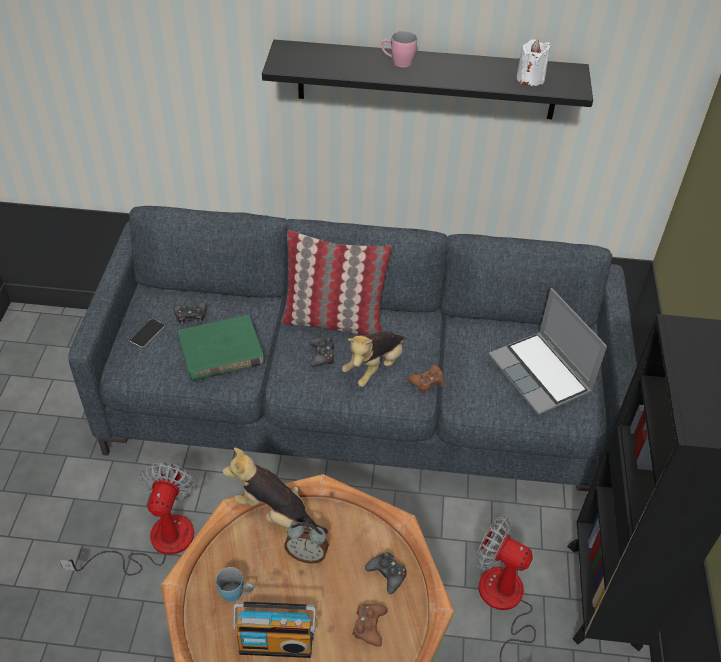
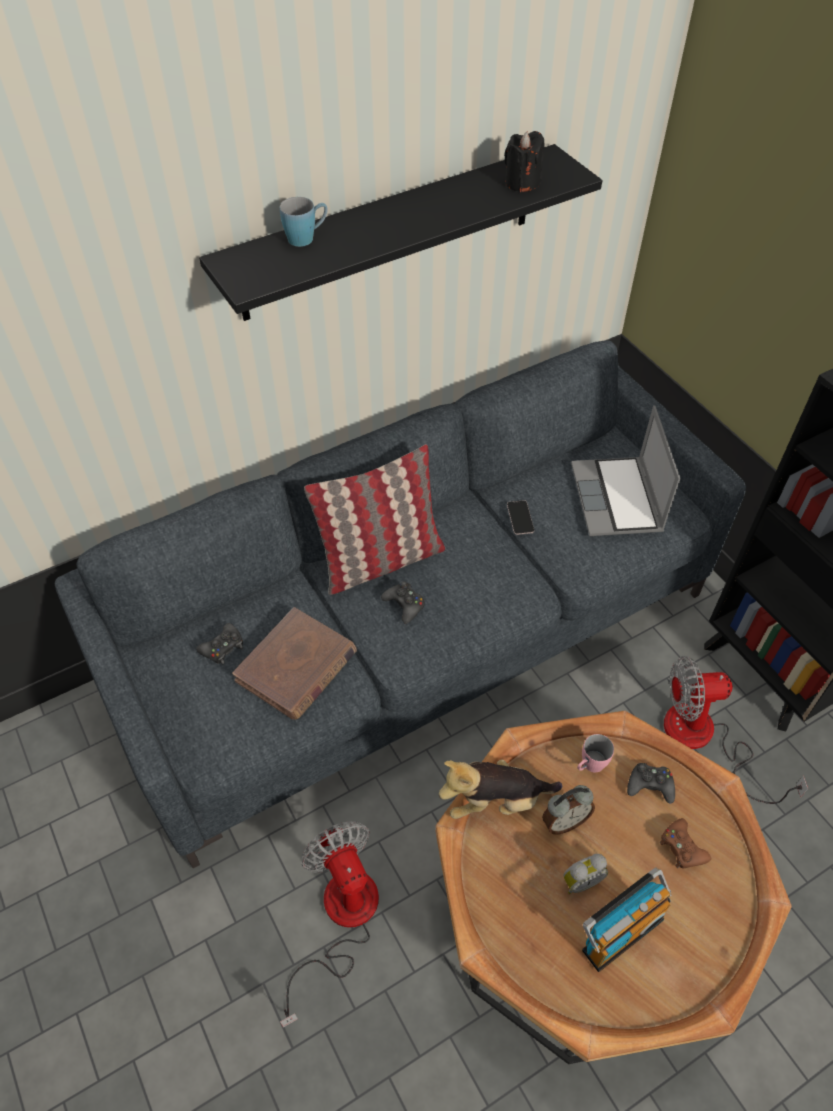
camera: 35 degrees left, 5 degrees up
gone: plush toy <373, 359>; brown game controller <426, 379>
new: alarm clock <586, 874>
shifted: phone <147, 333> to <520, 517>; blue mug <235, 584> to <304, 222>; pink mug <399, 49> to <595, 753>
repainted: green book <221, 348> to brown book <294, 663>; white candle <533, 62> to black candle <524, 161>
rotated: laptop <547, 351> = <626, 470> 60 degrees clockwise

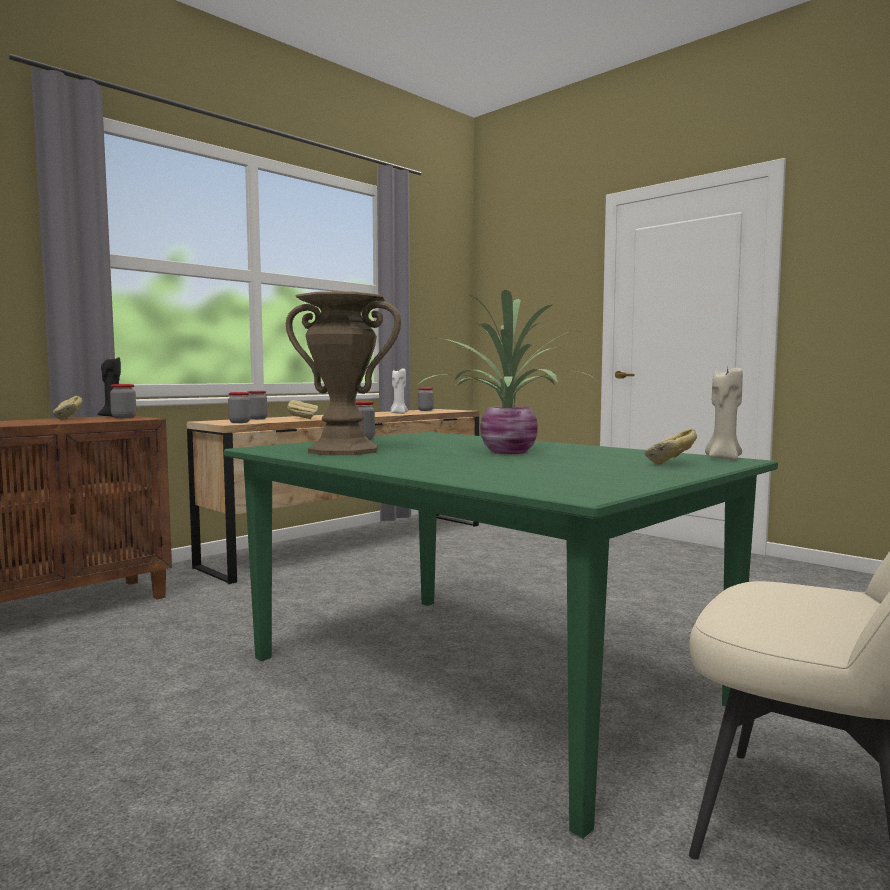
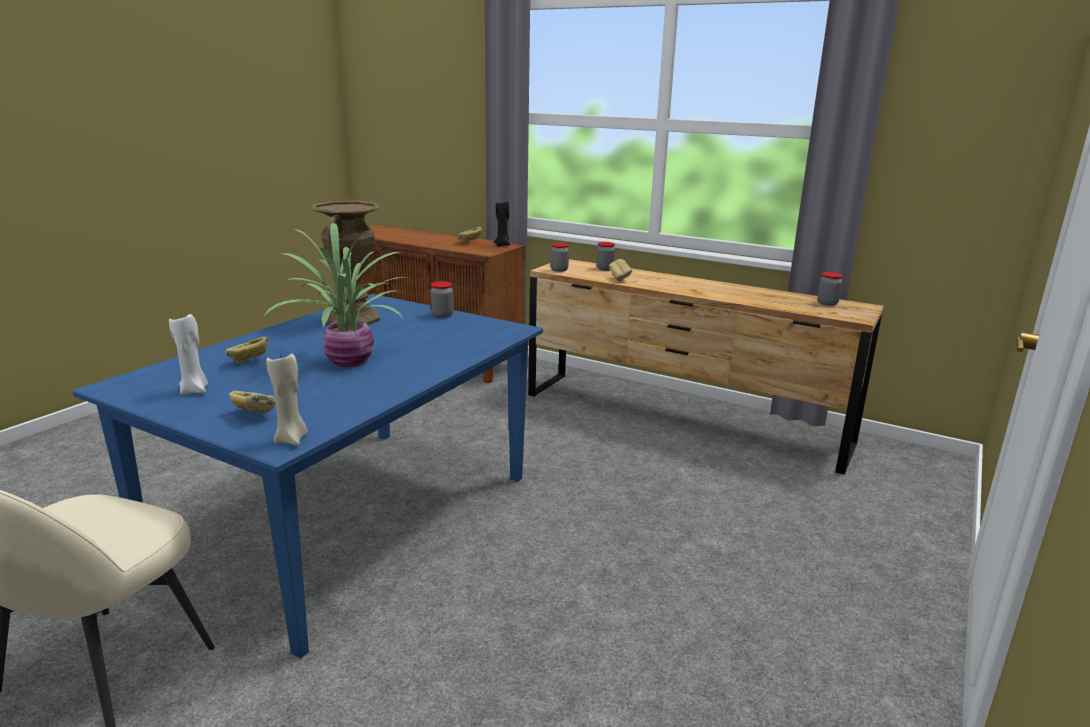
camera: 75 degrees right, 15 degrees up
gone: jar <123, 401>
new: bread <247, 350>
shifted: white candle <399, 391> to <188, 354>
repainted: green dining table <501, 635> to blue dining table <308, 476>

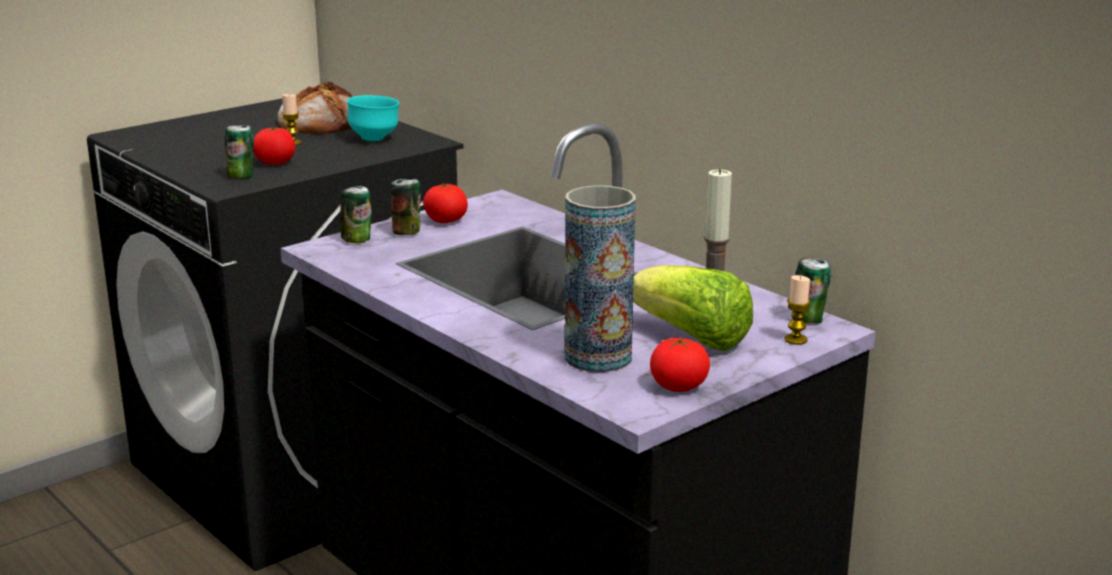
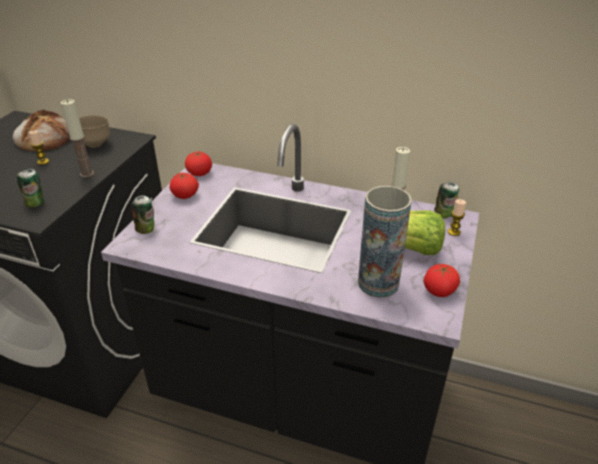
camera: 30 degrees left, 15 degrees up
gone: can <406, 207>
new: candle <77, 138>
shifted: tomato <274, 146> to <198, 164>
repainted: turquoise bowl <373, 118> to brown bowl <94, 131>

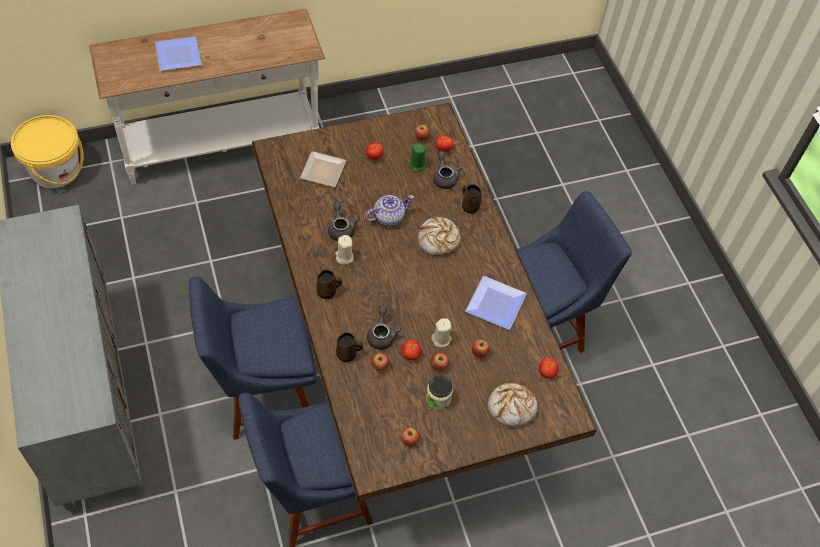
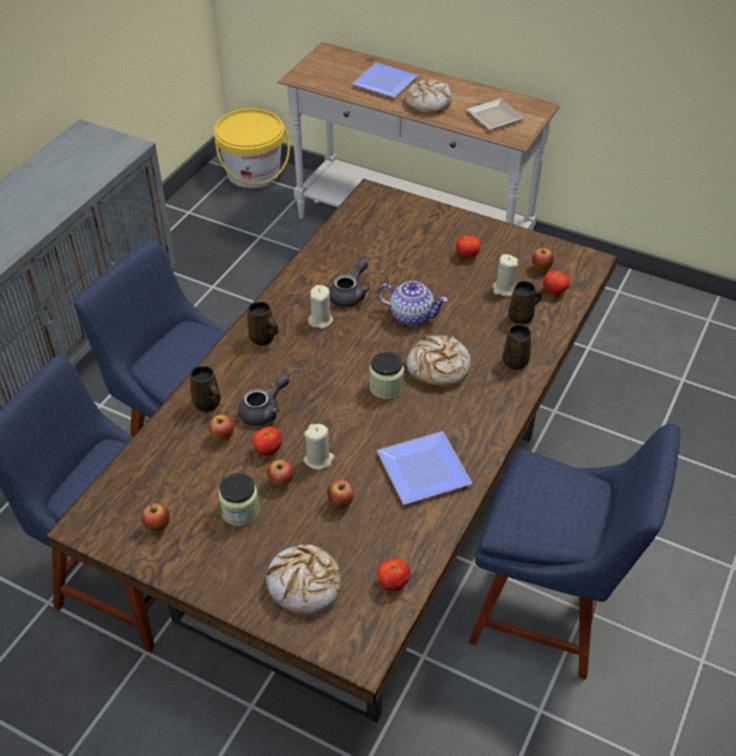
camera: 50 degrees right, 10 degrees down
new: jar <386, 375>; bread <428, 96>
shifted: plate <323, 169> to <495, 114>
swapped: grey teapot <448, 170> to brown mug <525, 302>
repainted: green candle <418, 157> to beige candle <505, 275>

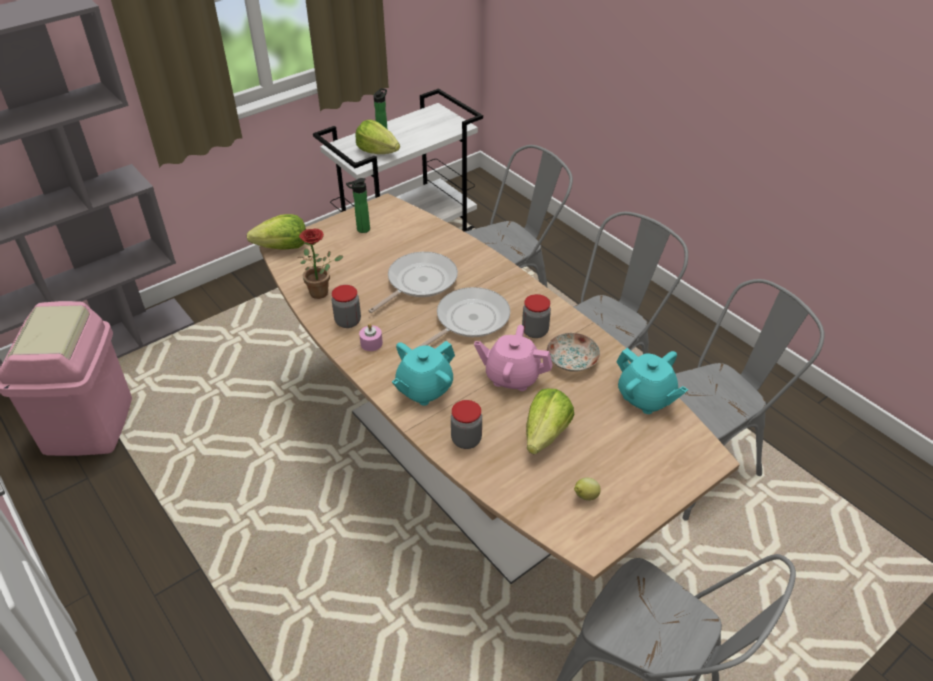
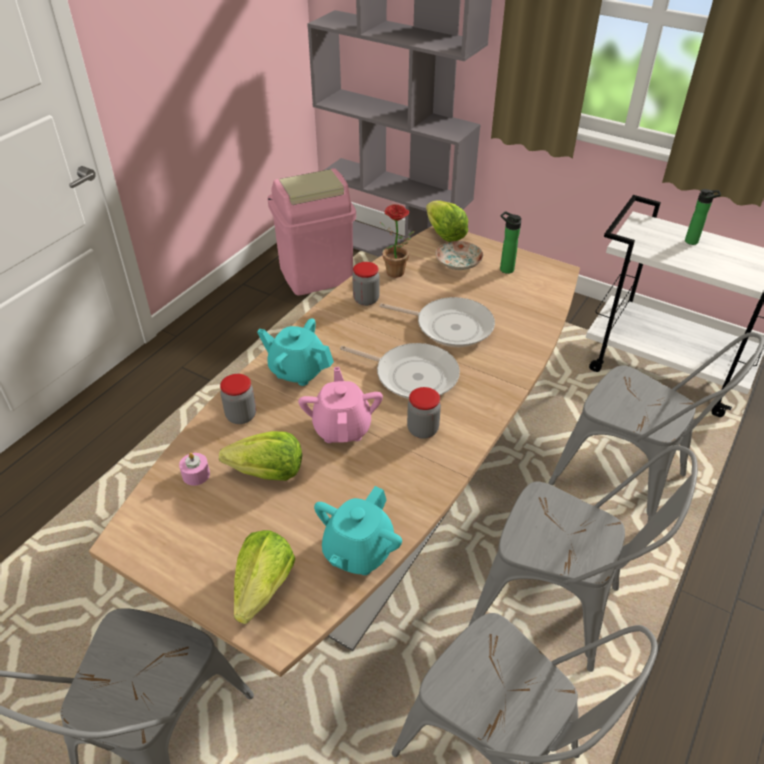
camera: 70 degrees right, 0 degrees up
gone: lemon <587, 489>
shifted: lettuce <377, 137> to <264, 577>; pink candle <371, 337> to <194, 469>; plate <573, 352> to <459, 255>

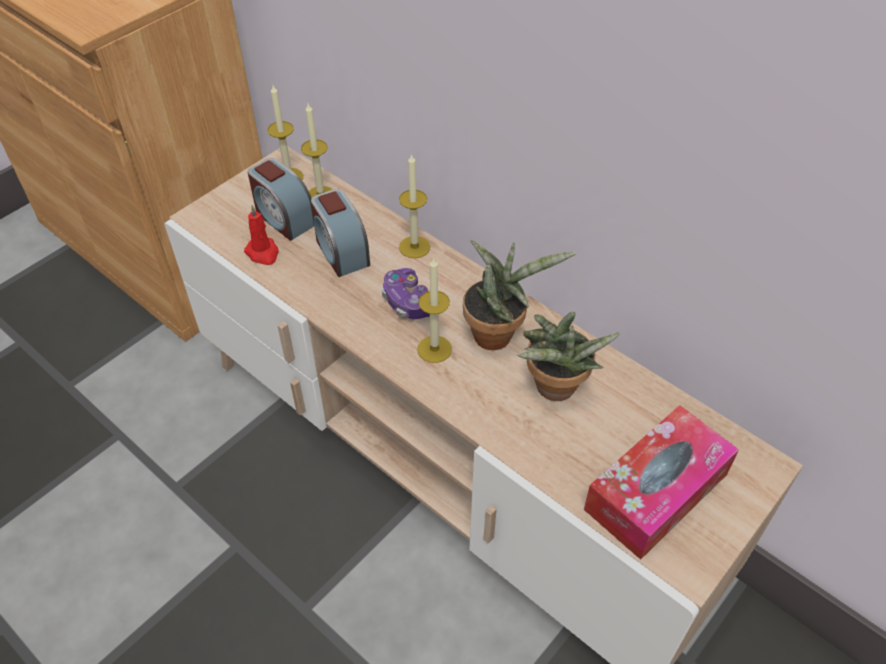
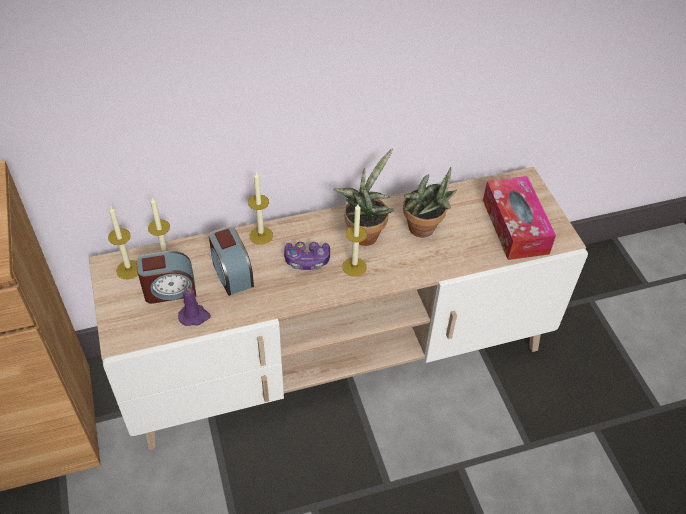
camera: 60 degrees left, 0 degrees up
repainted: red candle <261, 235> to purple candle <194, 305>
rotated: alarm clock <340, 233> = <231, 261> 60 degrees clockwise

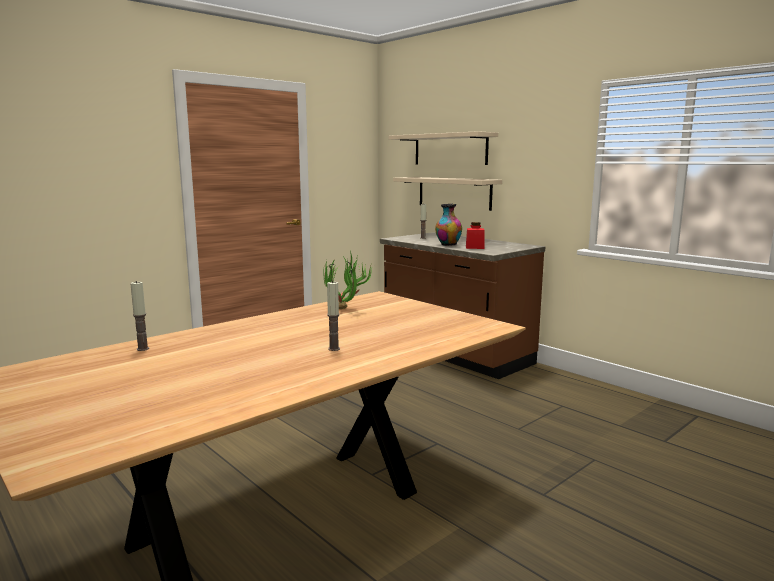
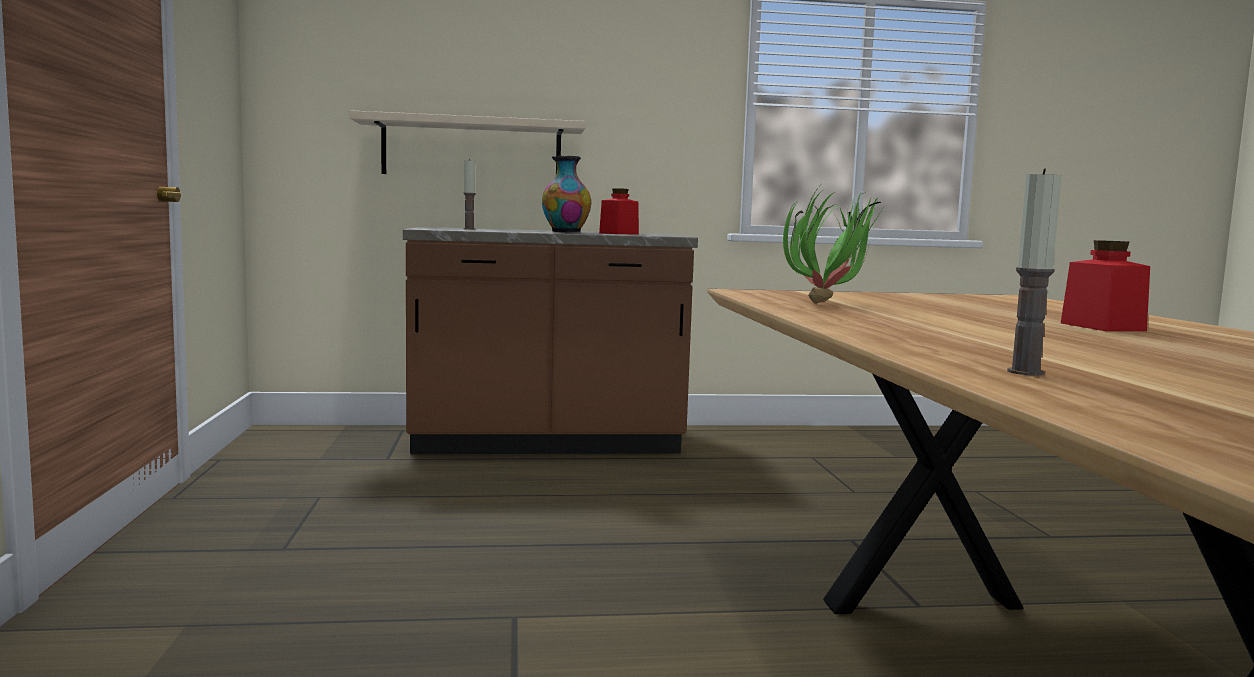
camera: 55 degrees left, 5 degrees down
gone: beige shelf <443, 148>
swapped: candle <333, 316> to red jar <1105, 285>

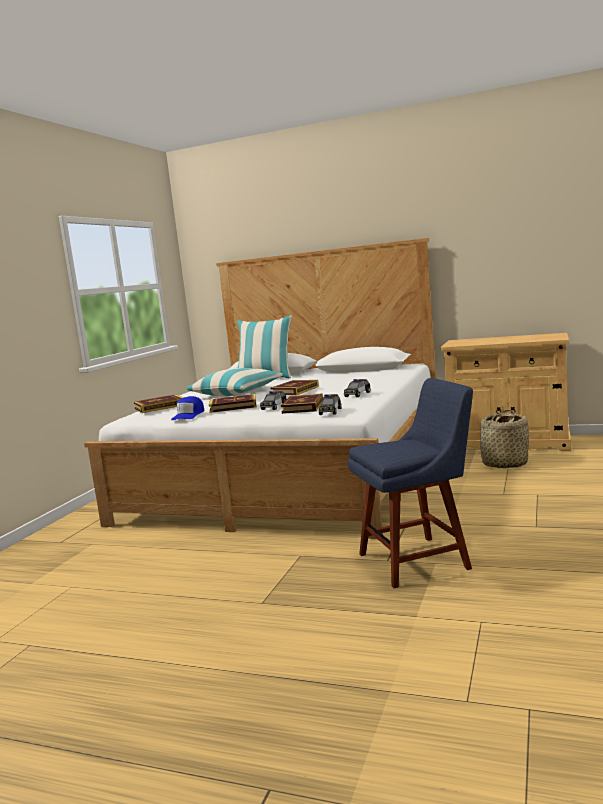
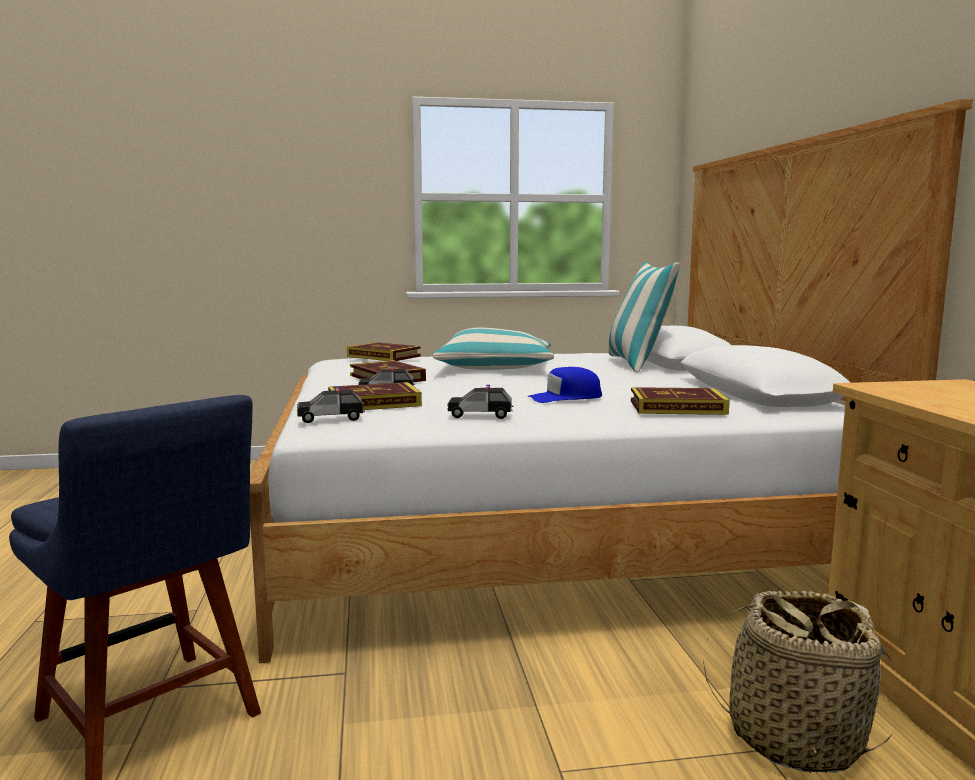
camera: 60 degrees right, 0 degrees up
shifted: blue cap <188, 408> to <565, 385>; book <295, 387> to <680, 401>

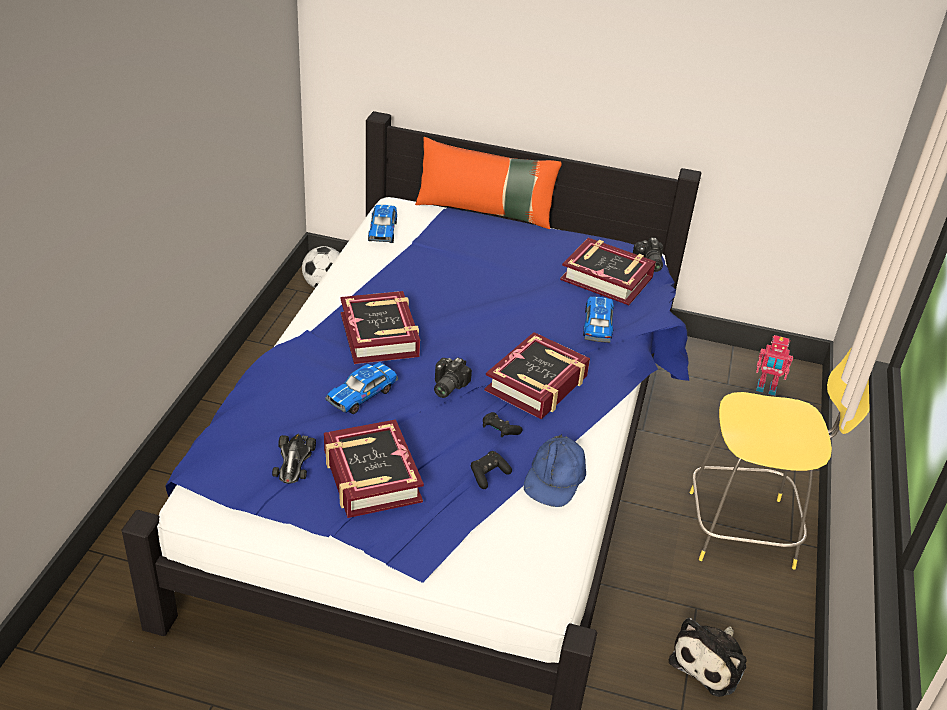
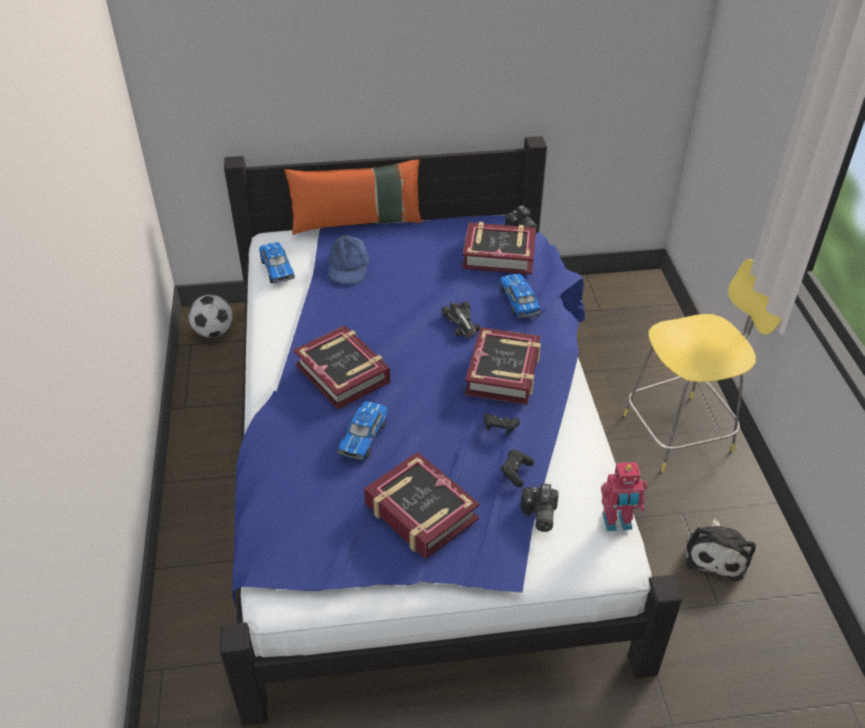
camera: 20 degrees left, 5 degrees up
shifted: toy car <294, 459> to <461, 319>; photo camera <453, 377> to <539, 508>; blue cap <555, 470> to <348, 259>; toy robot <774, 365> to <624, 496>

